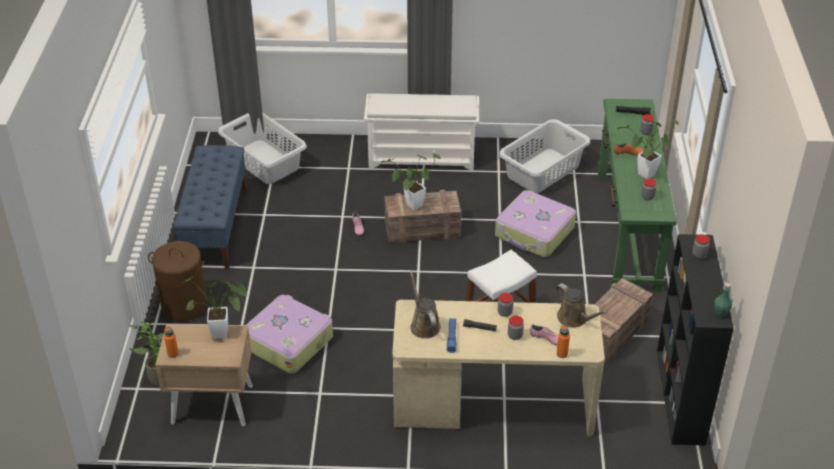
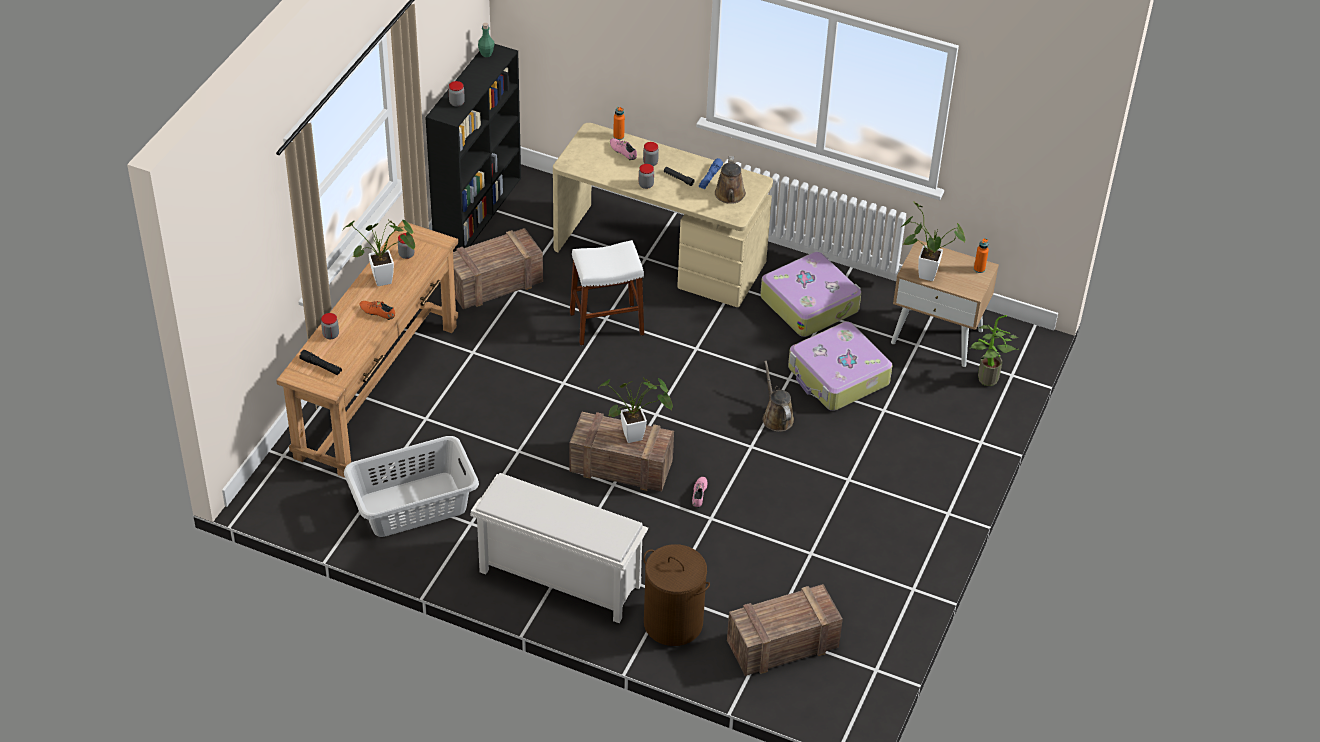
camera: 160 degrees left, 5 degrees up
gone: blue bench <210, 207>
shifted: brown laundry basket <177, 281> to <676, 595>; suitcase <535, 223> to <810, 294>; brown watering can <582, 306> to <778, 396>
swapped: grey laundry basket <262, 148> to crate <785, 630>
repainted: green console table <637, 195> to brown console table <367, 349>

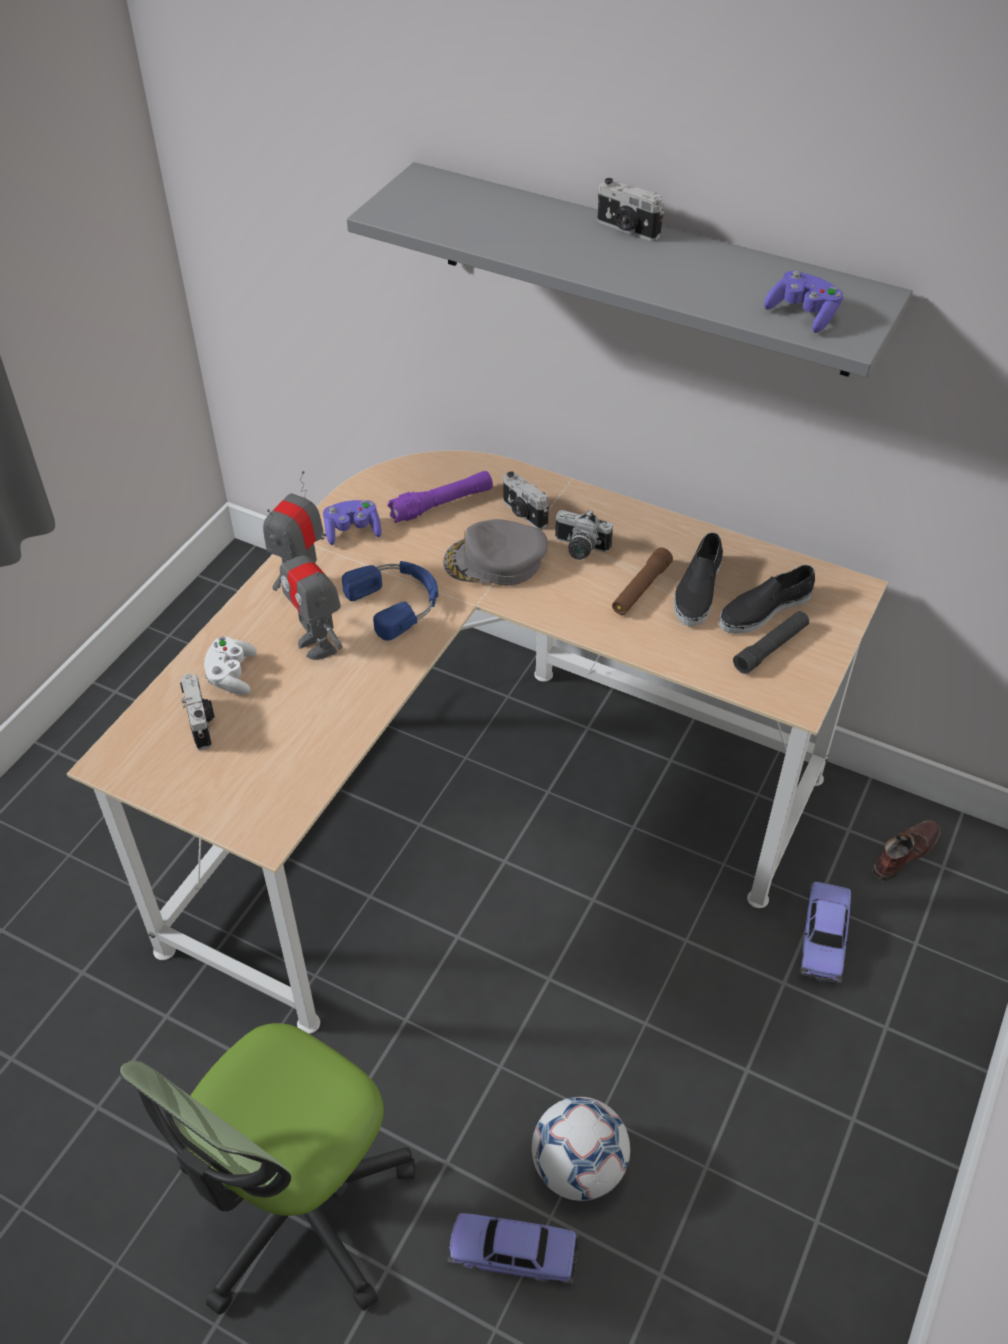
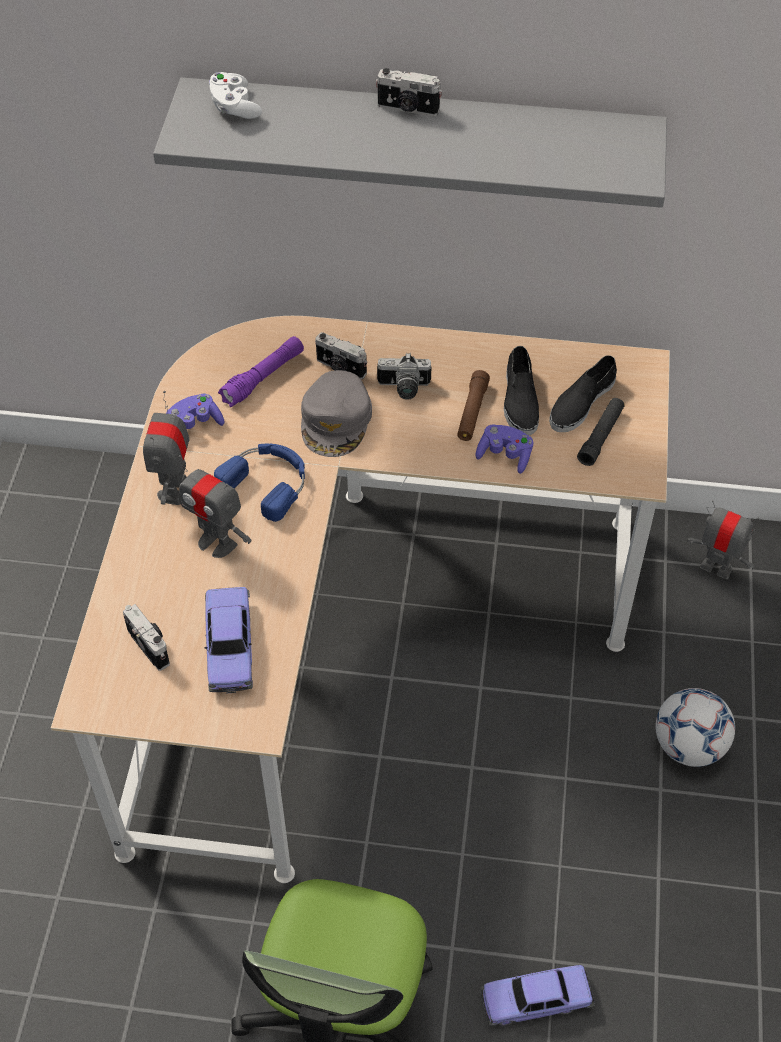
camera: 20 degrees left, 5 degrees up
shifted: white game controller <230, 666> to <235, 95>; football <581, 1149> to <695, 727>; purple game controller <803, 302> to <504, 449>; toy car <825, 932> to <229, 640>
swapped: brown shoe <906, 850> to toy robot <723, 539>
rotated: grey cap <495, 552> = <336, 413> 60 degrees counterclockwise

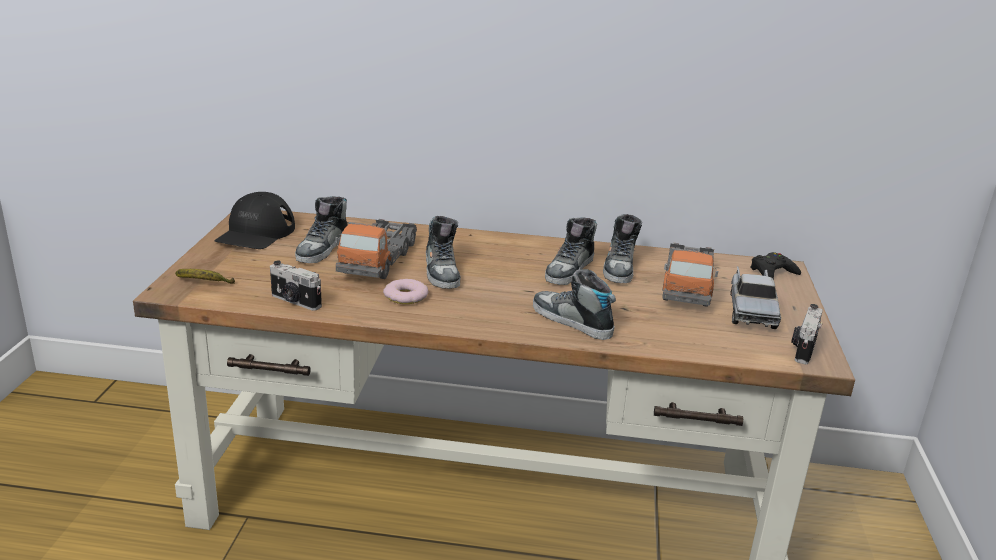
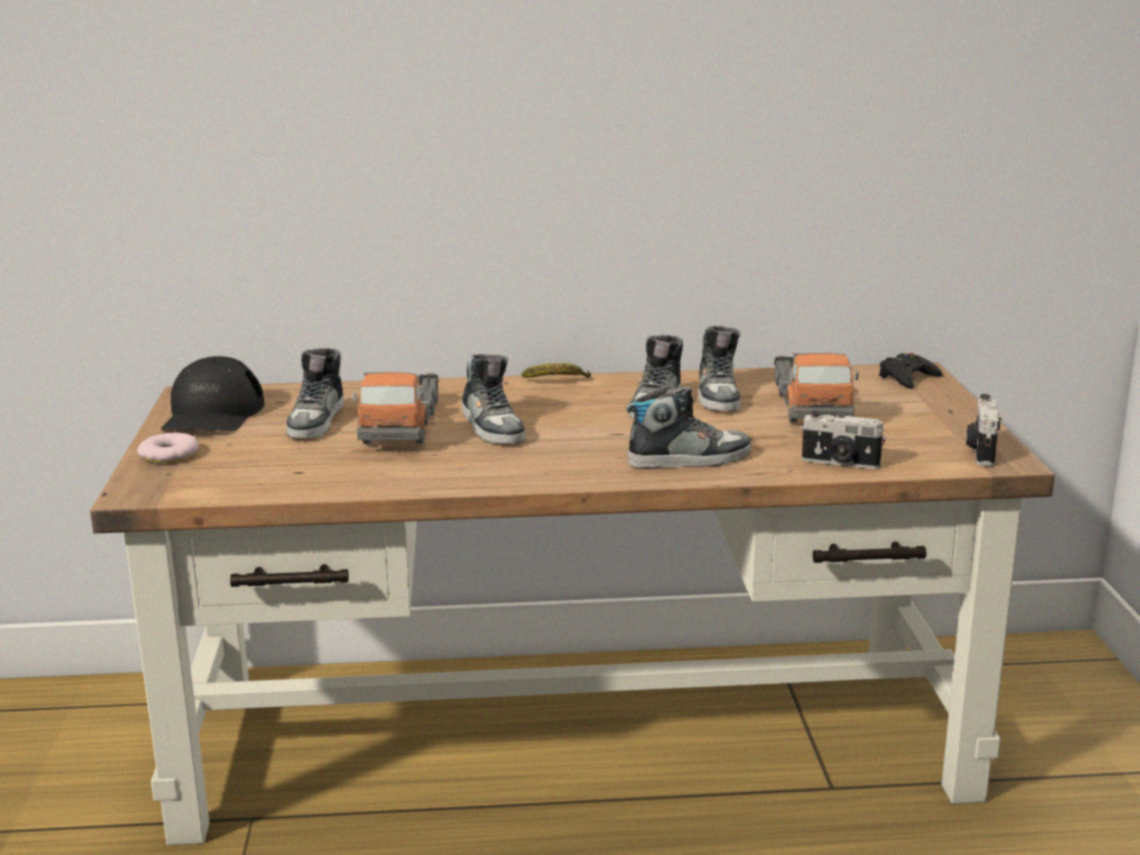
camera: 10 degrees left, 5 degrees down
gone: toy truck <755, 297>
shifted: banana <205, 276> to <556, 370>; photo camera <296, 285> to <843, 440>; donut <405, 291> to <168, 447>
rotated: shoe <574, 304> = <688, 427> 135 degrees clockwise

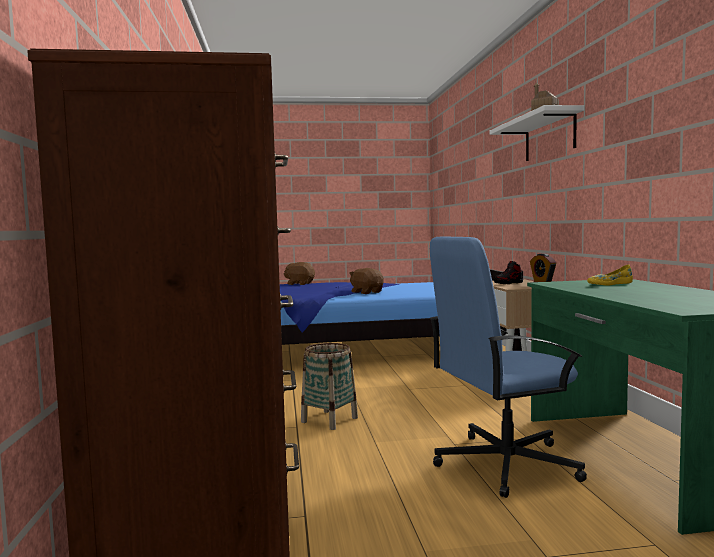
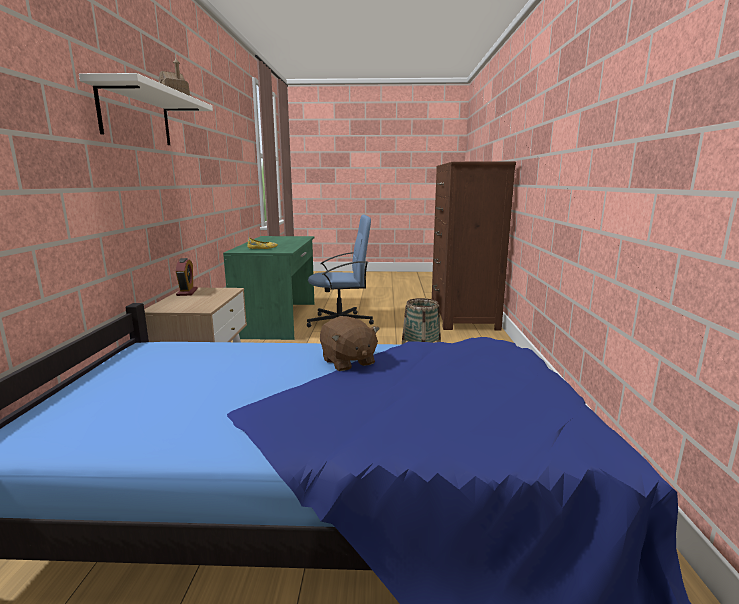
camera: 170 degrees left, 10 degrees up
gone: brown plush toy <299, 273>; shoe <508, 272>

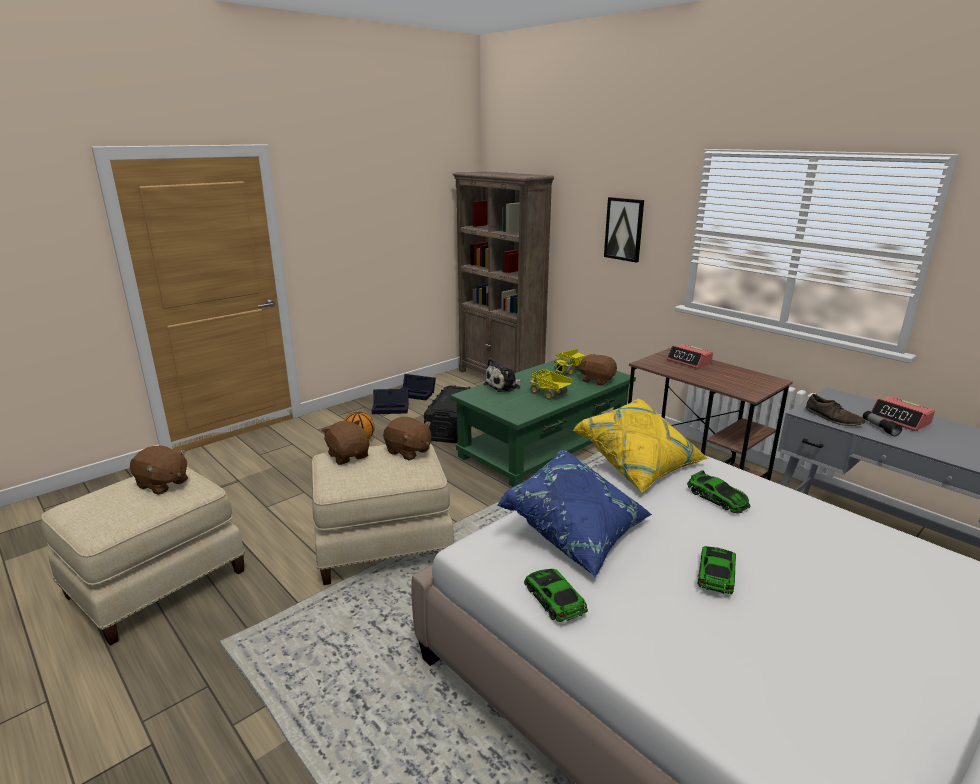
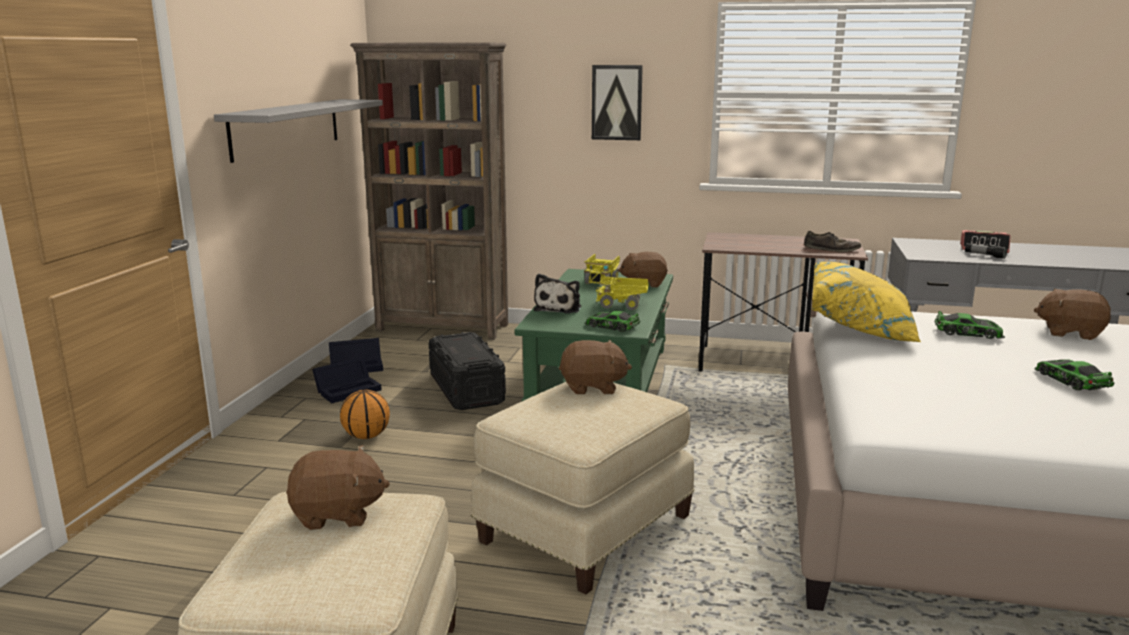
camera: 35 degrees left, 5 degrees down
gone: blue pillow <574, 513>; alarm clock <690, 356>
new: grey shelf <298, 131>
shifted: brown plush toy <345, 442> to <1072, 314>; toy car <556, 595> to <612, 321>; brown shoe <836, 410> to <832, 241>

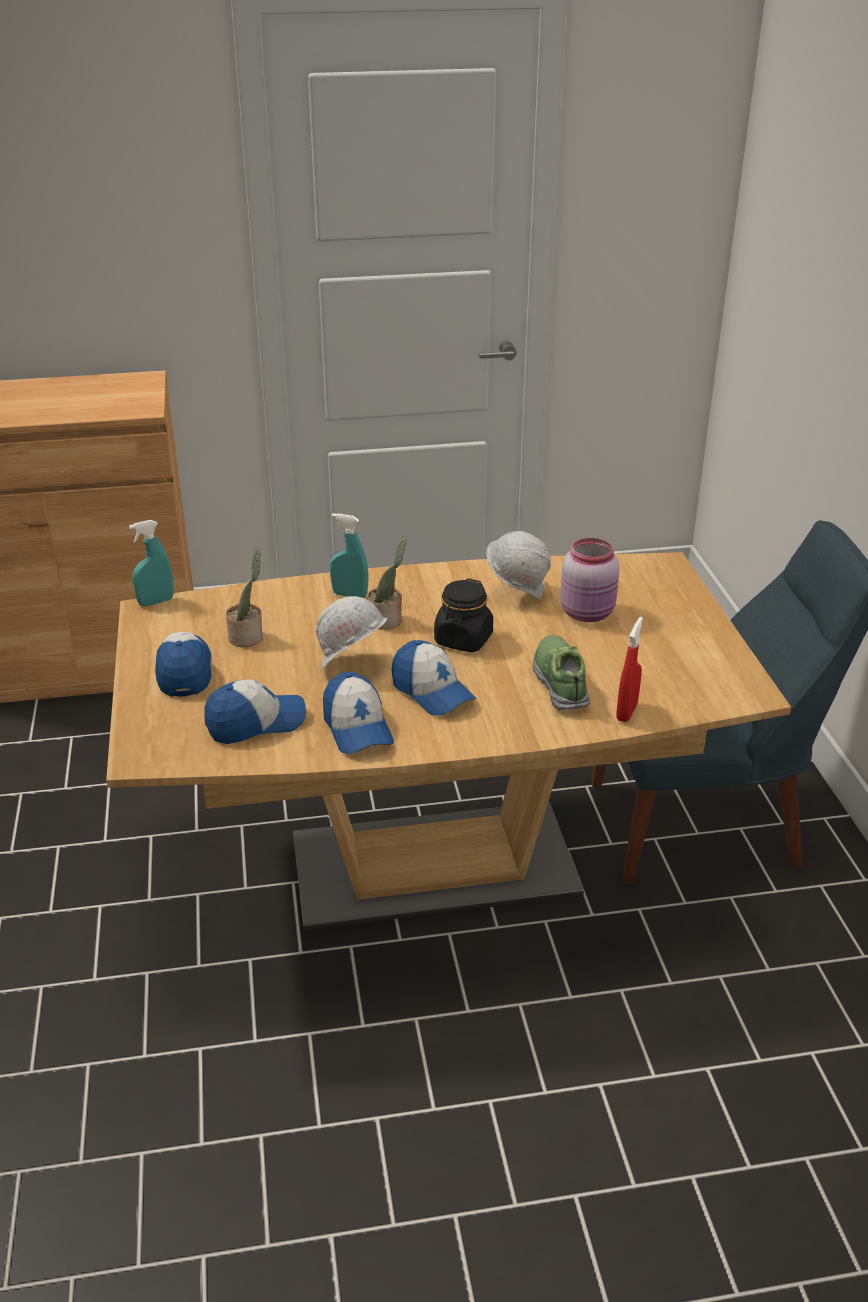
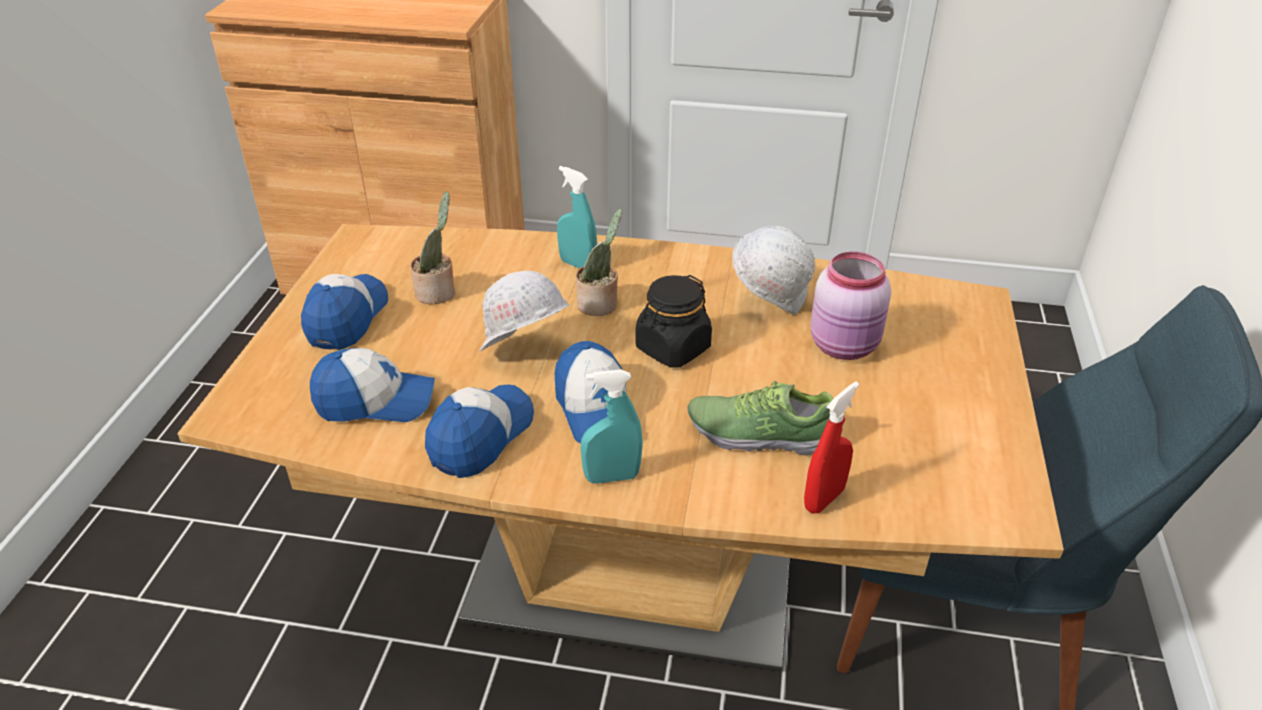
camera: 20 degrees right, 5 degrees up
shifted: turquoise spray bottle <151, 563> to <611, 426>
rotated: cap <358, 713> = <479, 431> 150 degrees counterclockwise; shoe <561, 673> = <760, 418> 90 degrees counterclockwise

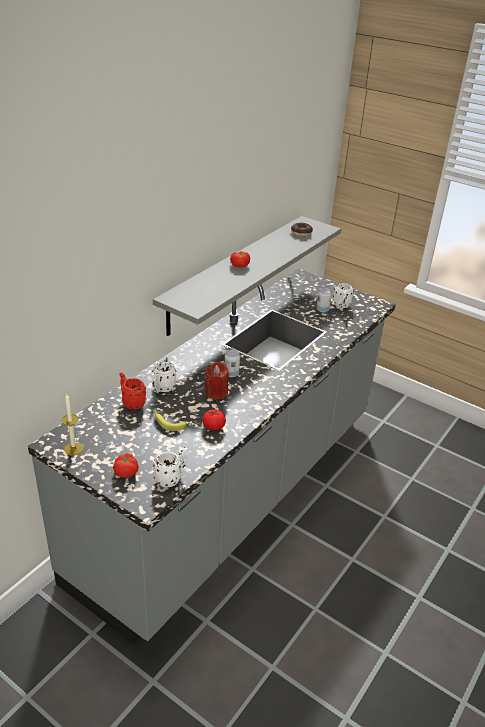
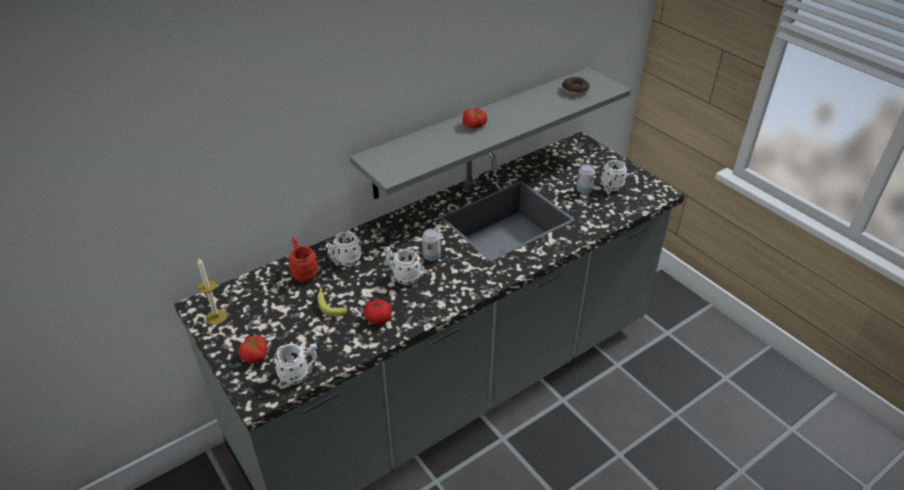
camera: 20 degrees right, 5 degrees up
swapped: red candle <217, 380> to white mug <402, 266>

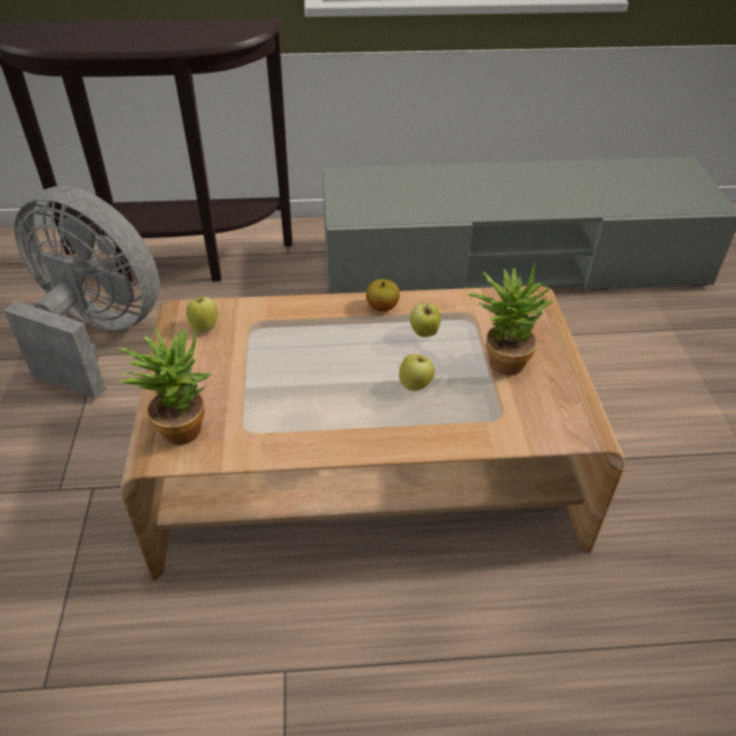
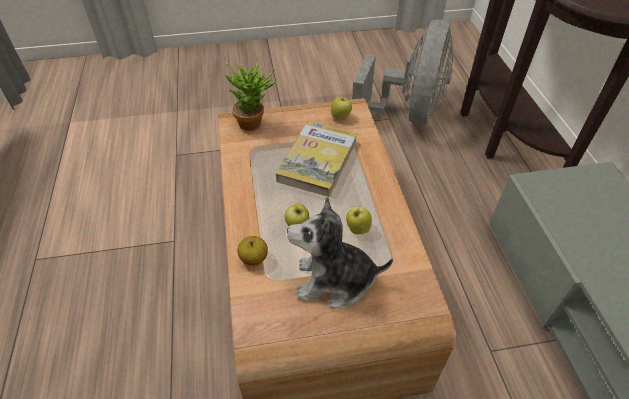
camera: 85 degrees right, 5 degrees up
new: book <317, 159>
shifted: apple <383, 295> to <253, 251>
swapped: potted plant <510, 318> to plush toy <340, 253>

